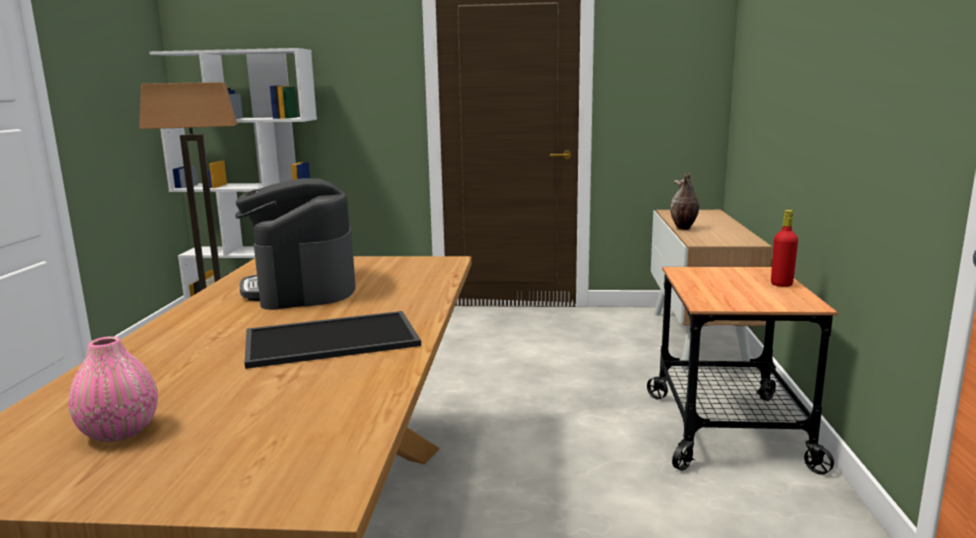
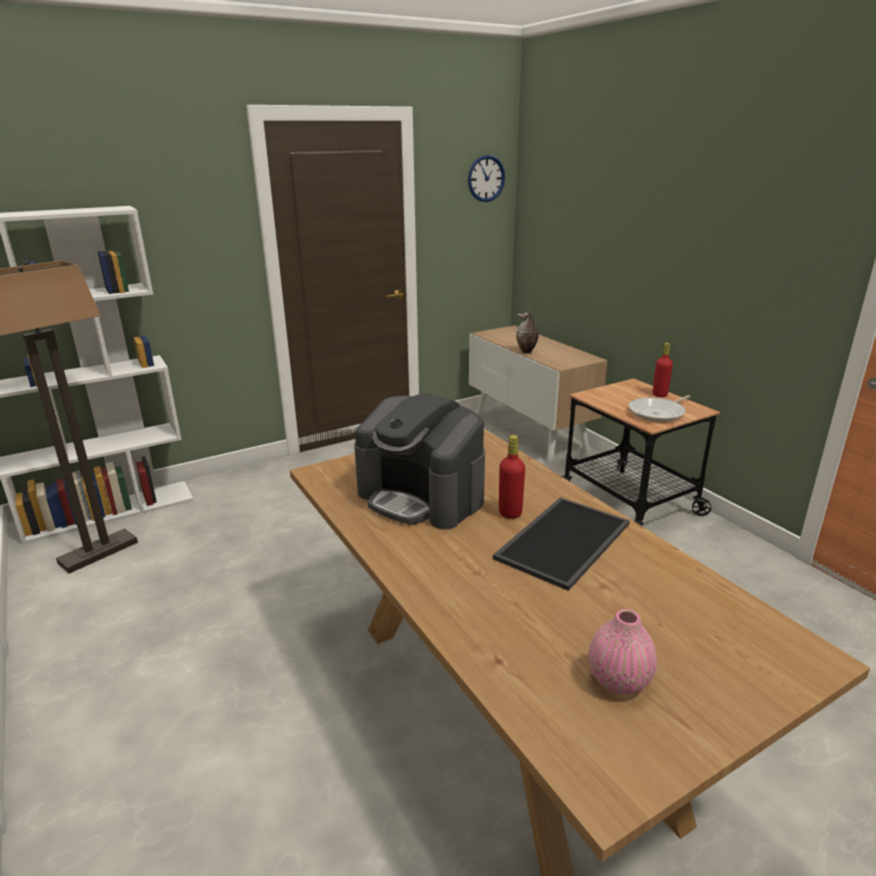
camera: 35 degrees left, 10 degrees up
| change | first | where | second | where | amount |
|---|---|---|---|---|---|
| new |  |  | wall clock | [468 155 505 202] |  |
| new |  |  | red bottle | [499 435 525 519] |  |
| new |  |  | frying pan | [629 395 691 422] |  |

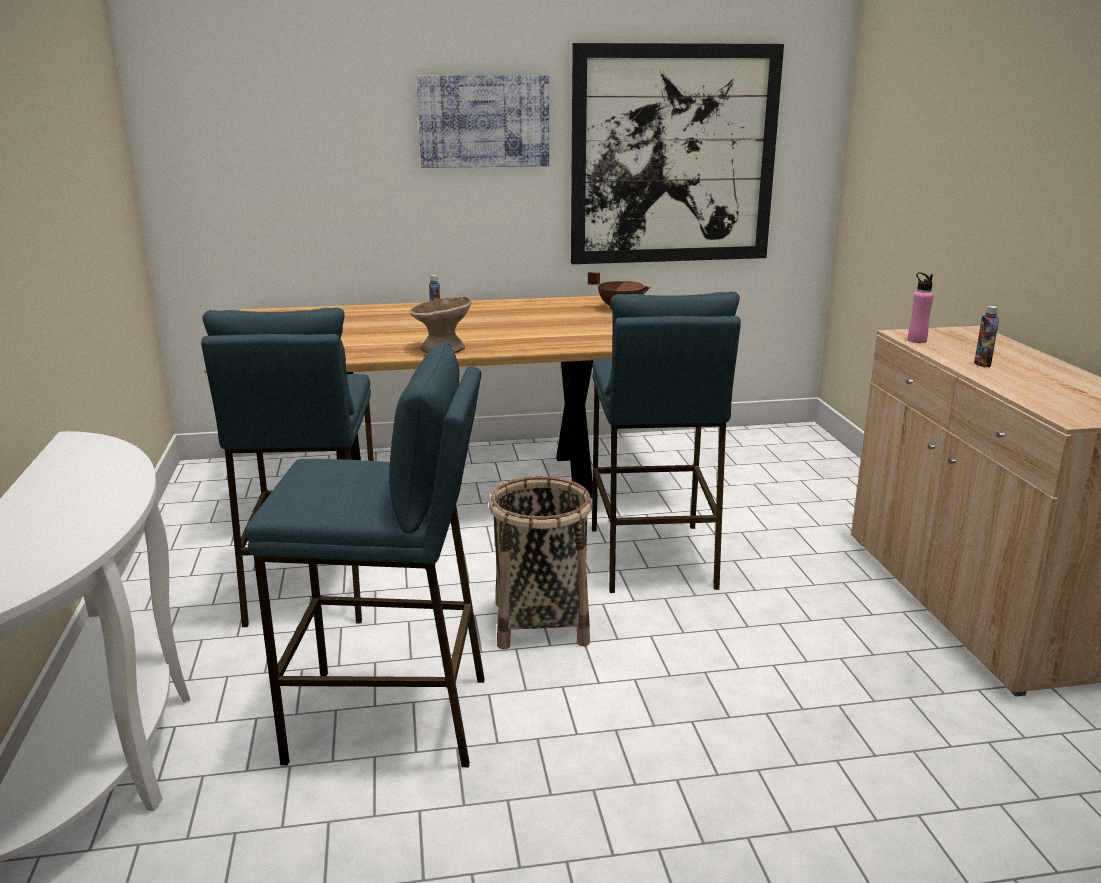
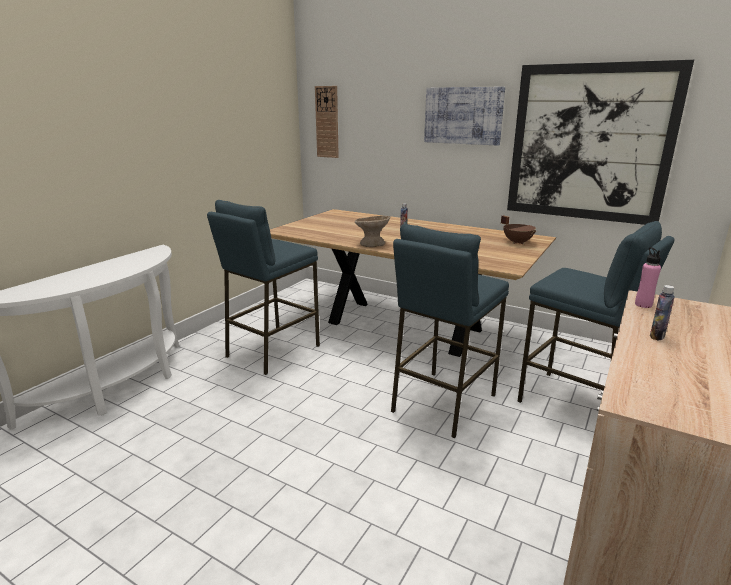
camera: 40 degrees right, 0 degrees up
| change | first | where | second | where | amount |
|---|---|---|---|---|---|
| gone | basket | [489 476 592 650] |  |  |  |
| new |  |  | wall clock | [315 86 339 158] |  |
| shifted | blue stool | [246 342 485 767] |  | [517 221 675 403] |  |

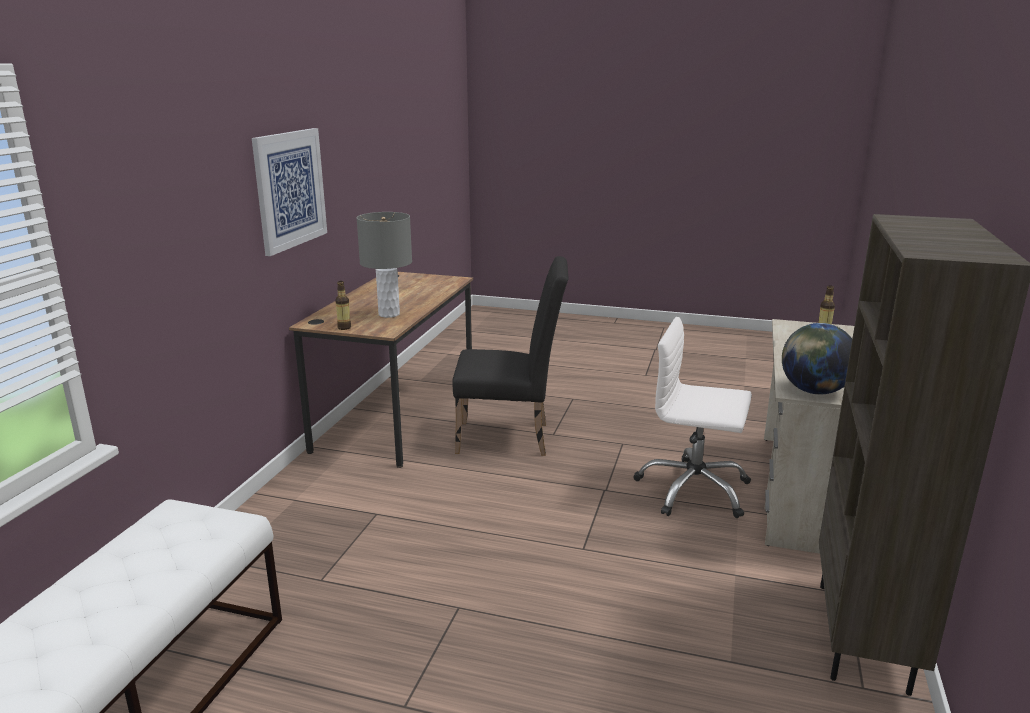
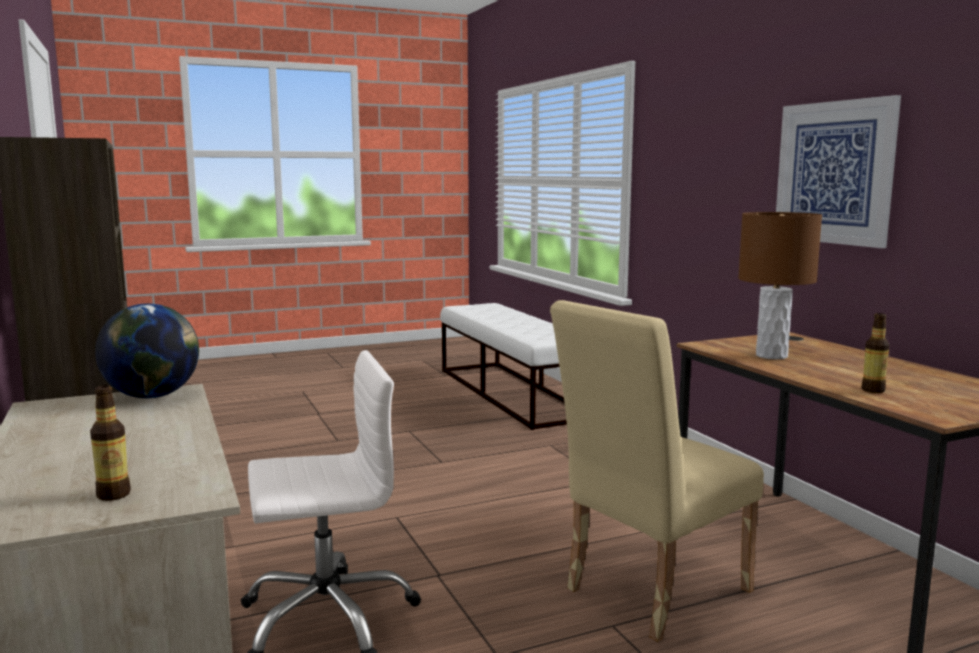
camera: 140 degrees right, 10 degrees down
| change | first | where | second | where | amount |
|---|---|---|---|---|---|
| shifted | bottle | [335 281 351 330] |  | [861 313 889 393] |  |
| repainted | grey table lamp | [356 212 412 318] | brown table lamp | [738 212 822 359] |  |
| repainted | black chair | [453 256 568 456] | beige chair | [550 300 764 642] |  |

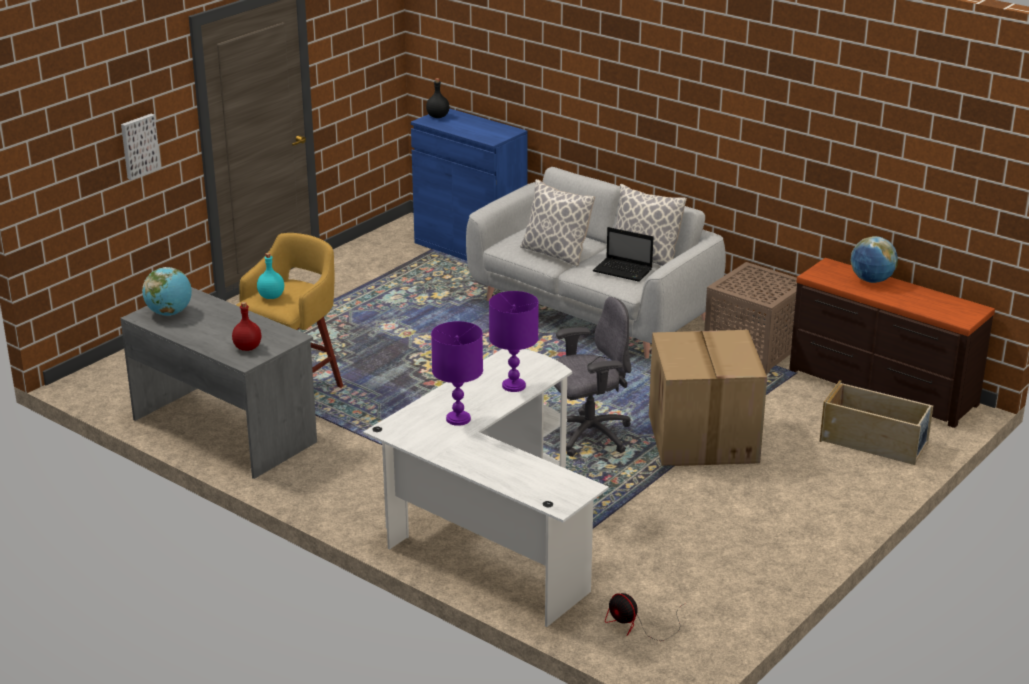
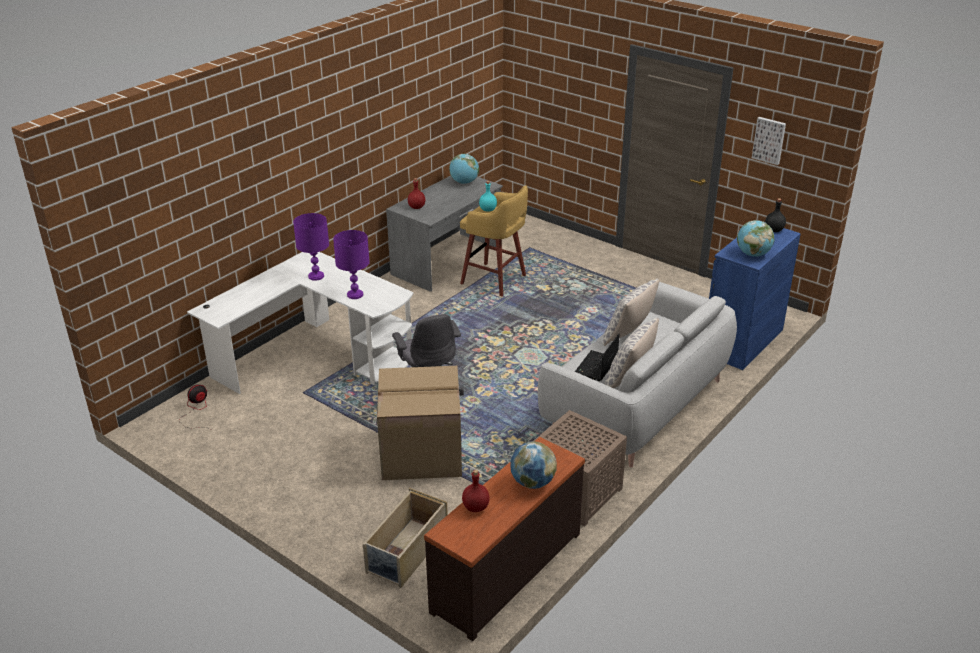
camera: 90 degrees right, 5 degrees up
| change | first | where | second | where | amount |
|---|---|---|---|---|---|
| new |  |  | red bottle | [462 470 490 512] |  |
| new |  |  | globe | [737 220 775 257] |  |
| shifted | picture | [121 114 161 180] |  | [752 117 786 165] |  |

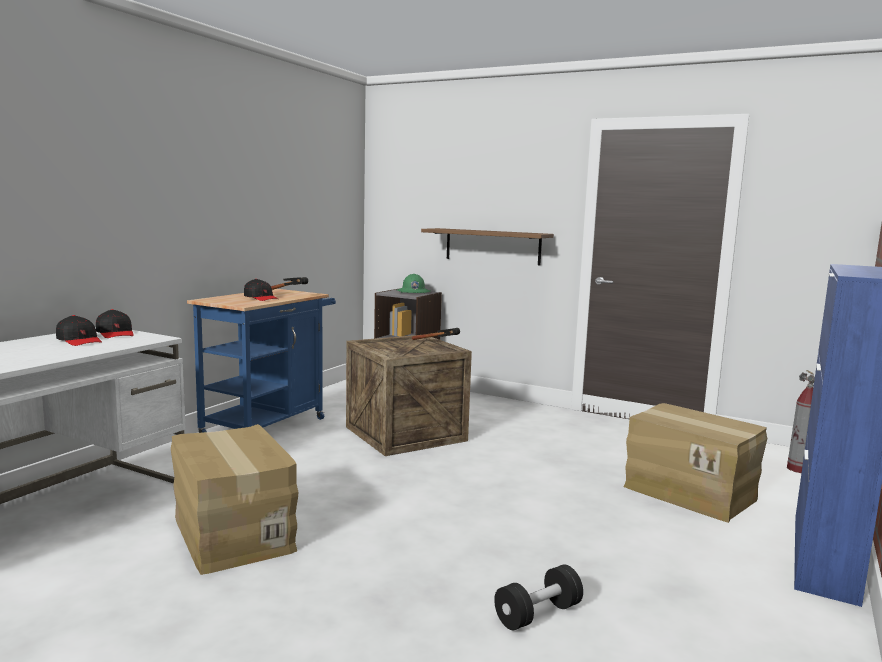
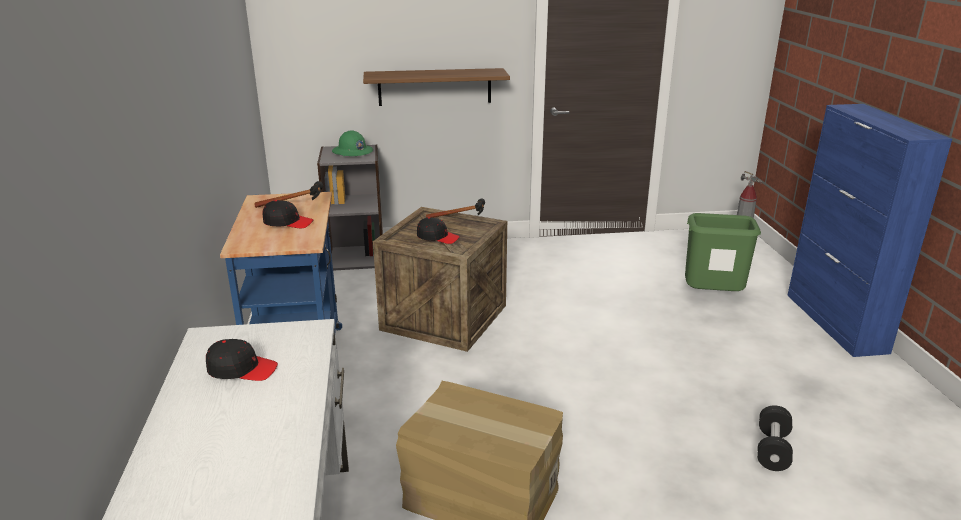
camera: 35 degrees left, 15 degrees up
| change | first | where | second | where | amount |
|---|---|---|---|---|---|
| shifted | black cap | [96 309 133 338] |  | [417 217 460 244] |  |
| swapped | cardboard box | [624 403 767 523] | green trash can | [685 213 761 291] |  |

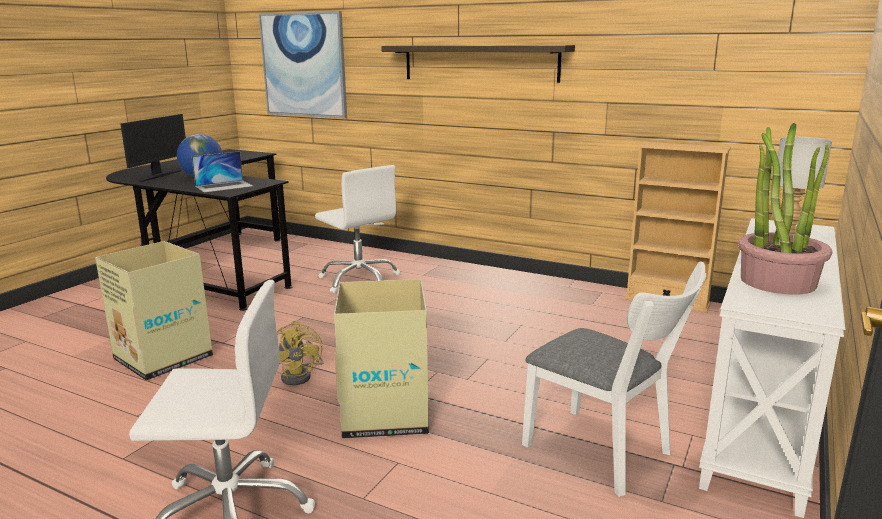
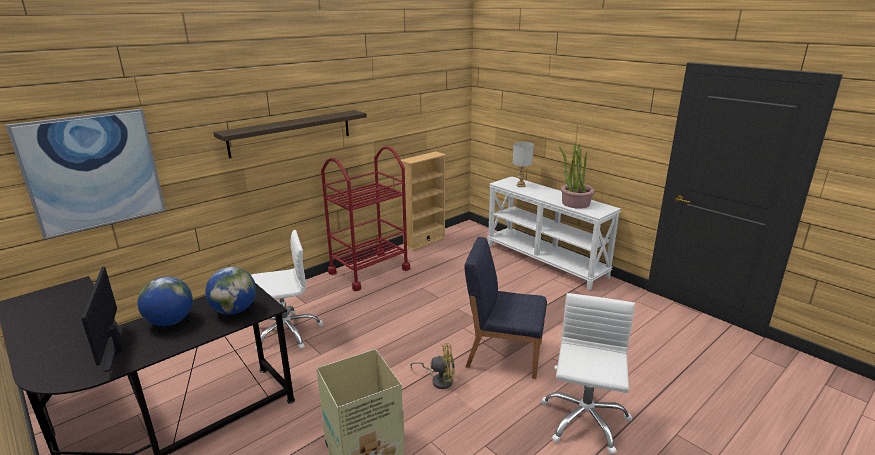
camera: 70 degrees left, 5 degrees up
| change | first | where | second | where | amount |
|---|---|---|---|---|---|
| gone | white chair | [522 261 706 497] |  |  |  |
| new |  |  | red cart | [321 146 410 291] |  |
| swapped | laptop | [192 151 253 192] | globe | [205 267 256 315] |  |
| swapped | cardboard box | [334 279 429 439] | blue chair | [464 237 547 379] |  |
| rotated | monitor | [120 114 186 182] |  | [81 267 123 372] | 150 degrees counterclockwise |

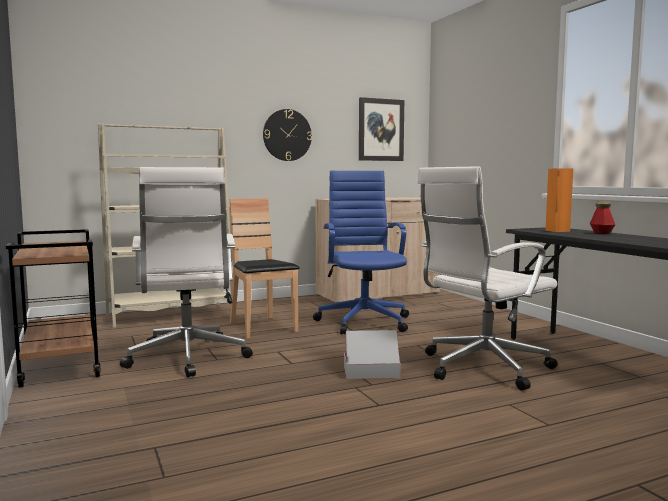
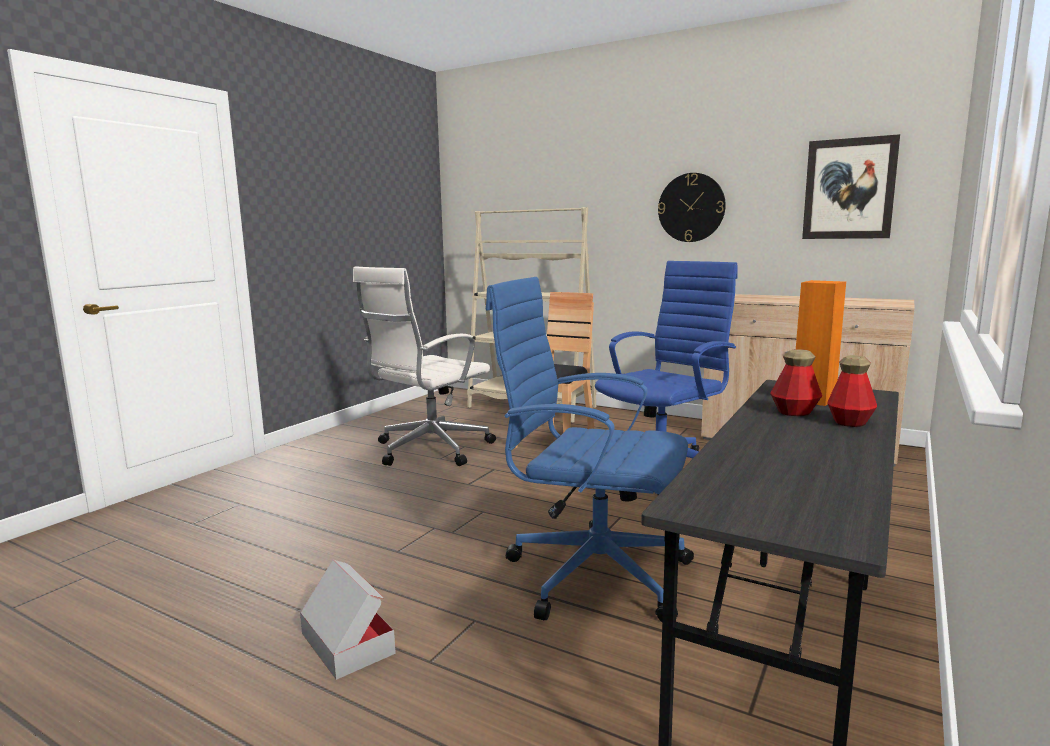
camera: 55 degrees right, 5 degrees up
| change | first | where | second | where | amount |
|---|---|---|---|---|---|
| gone | brown cart | [6 229 100 388] |  |  |  |
| new |  |  | bottle | [770 349 822 416] |  |
| shifted | cardboard box | [344 330 401 379] |  | [300 560 396 680] |  |
| repainted | white office chair | [418 166 558 391] | blue office chair | [486 277 694 622] |  |

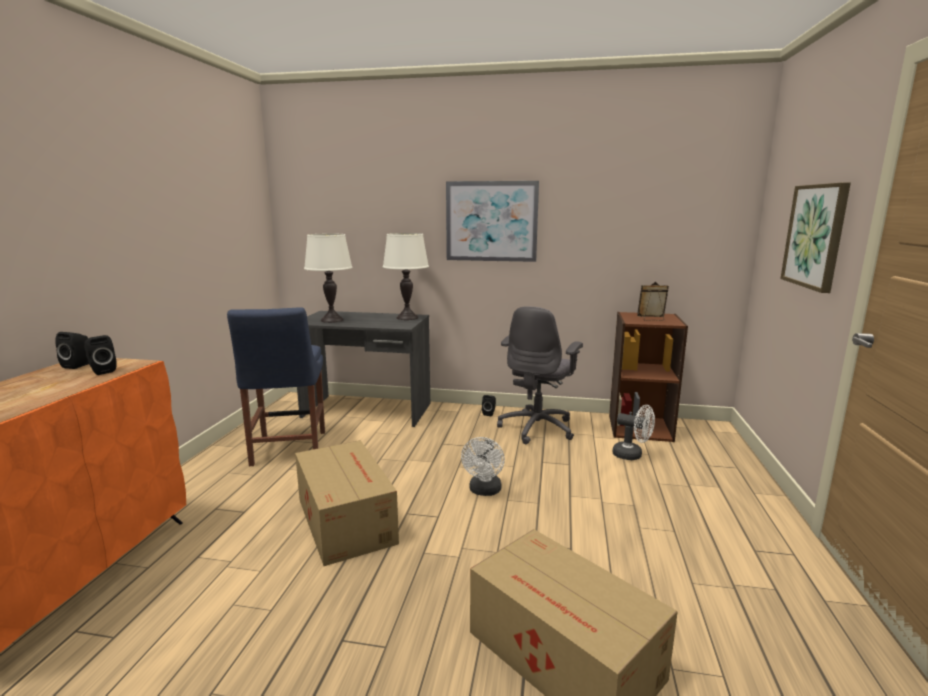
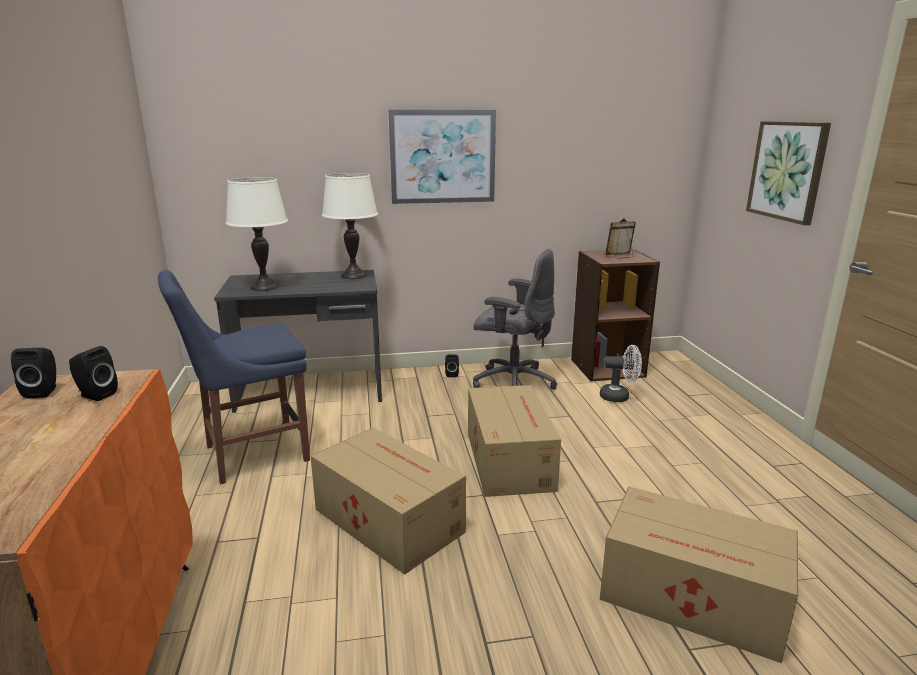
camera: 20 degrees left, 5 degrees up
| change | first | where | second | where | amount |
|---|---|---|---|---|---|
| swapped | white fan | [461 437 505 496] | cardboard box | [468 385 561 497] |  |
| rotated | blue chair | [227 307 325 466] |  | [158 270 310 484] | 90 degrees clockwise |
| rotated | grey office chair | [497 306 583 444] |  | [473 249 557 390] | 75 degrees counterclockwise |

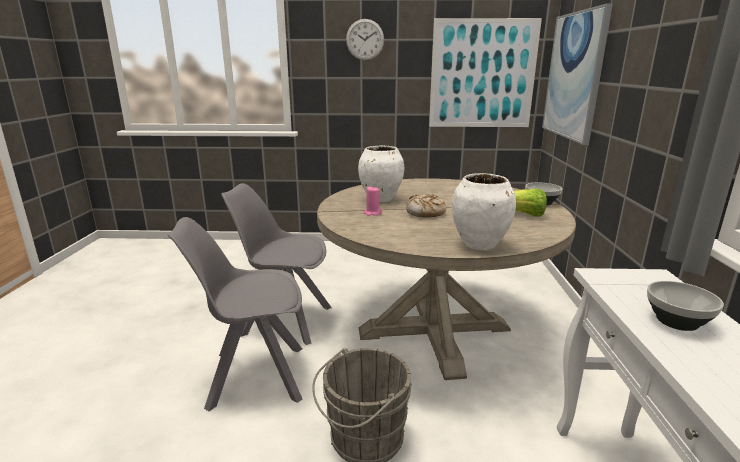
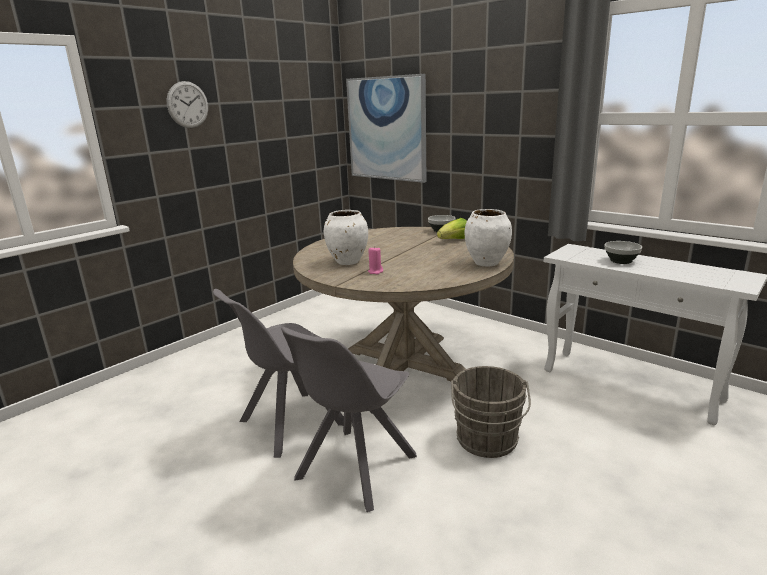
camera: 50 degrees left, 0 degrees up
| change | first | where | second | where | amount |
|---|---|---|---|---|---|
| gone | bread | [406 194 446 218] |  |  |  |
| gone | picture | [429 18 542 127] |  |  |  |

